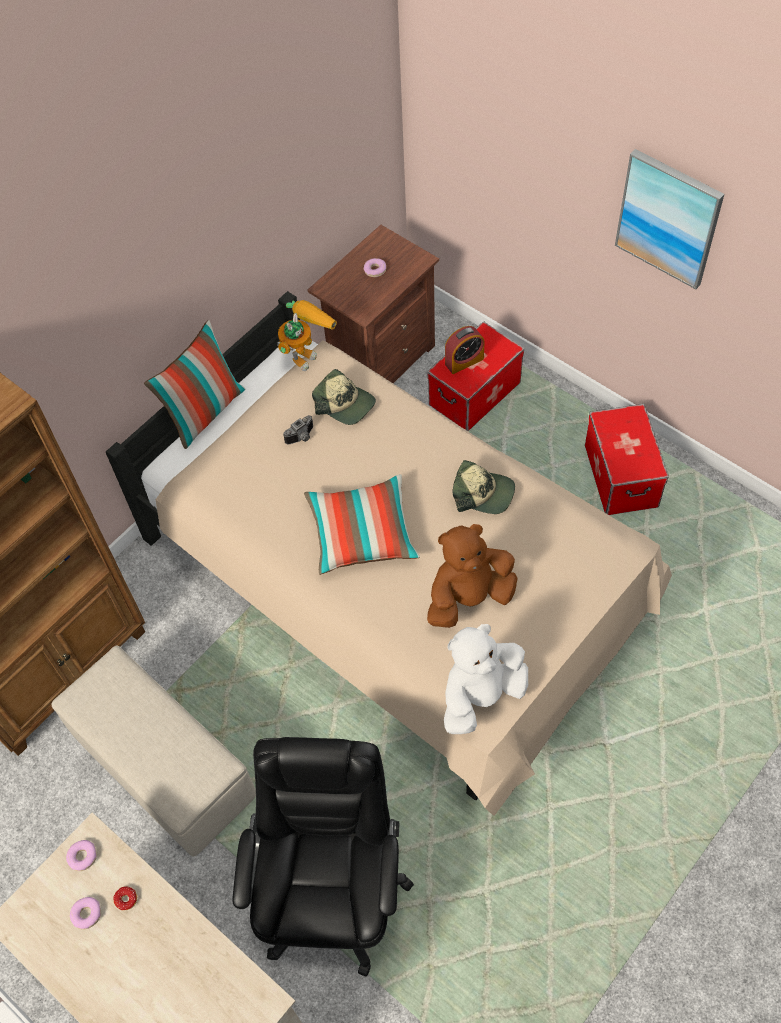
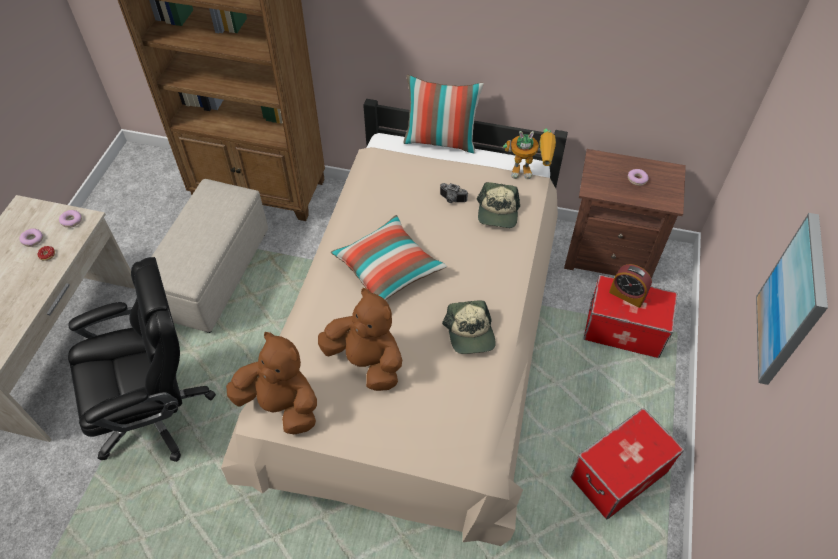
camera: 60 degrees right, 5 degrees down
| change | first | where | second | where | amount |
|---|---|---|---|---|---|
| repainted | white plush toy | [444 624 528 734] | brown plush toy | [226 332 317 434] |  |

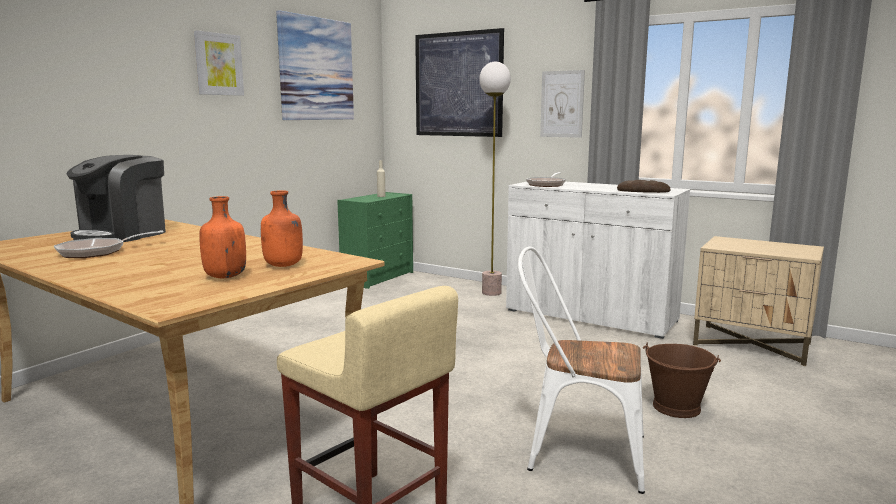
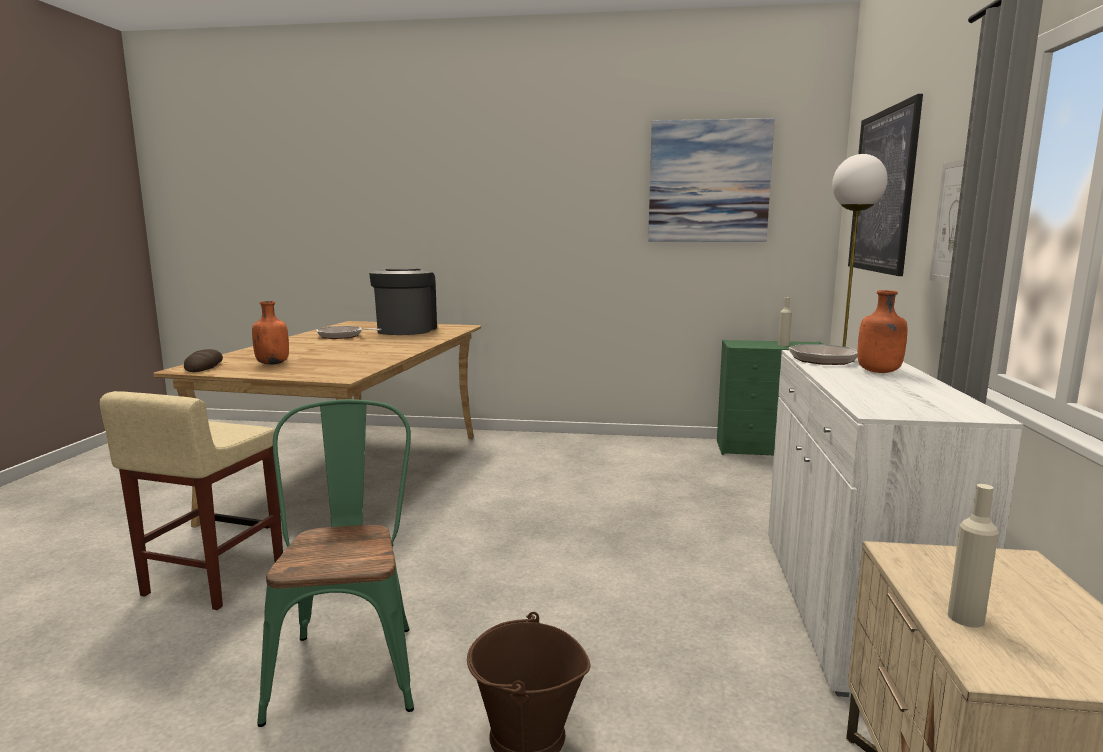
camera: 65 degrees right, 0 degrees up
| change | first | where | second | where | amount |
|---|---|---|---|---|---|
| gone | picture | [194 30 244 96] |  |  |  |
| new |  |  | beige bottle | [947 484 998 627] |  |
| shifted | orange bottle | [261 190 303 267] |  | [858 290 907 373] |  |
| shifted | bread | [617 180 670 193] |  | [184 349 223 372] |  |
| repainted | white chair | [518 247 645 494] | green chair | [257 399 414 727] |  |
| rotated | coffee machine | [67 155 166 242] |  | [369 269 437 335] | 90 degrees clockwise |

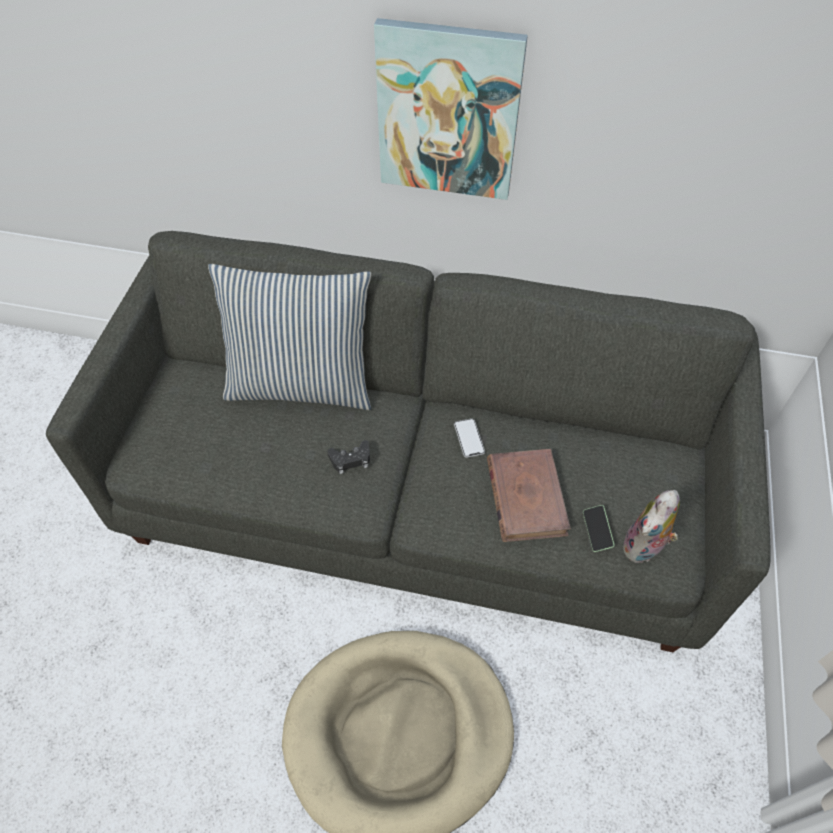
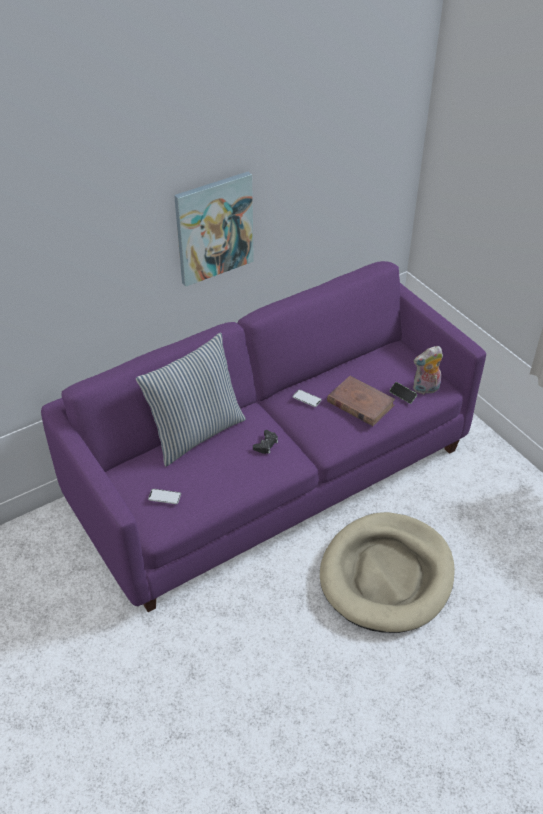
camera: 45 degrees left, 10 degrees down
| change | first | where | second | where | amount |
|---|---|---|---|---|---|
| new |  |  | phone | [148 489 181 504] |  |
| repainted | grey sofa | [46 231 771 652] | purple sofa | [41 261 486 612] |  |
| rotated | plush toy | [623 490 680 563] |  | [413 346 443 395] | 75 degrees clockwise |

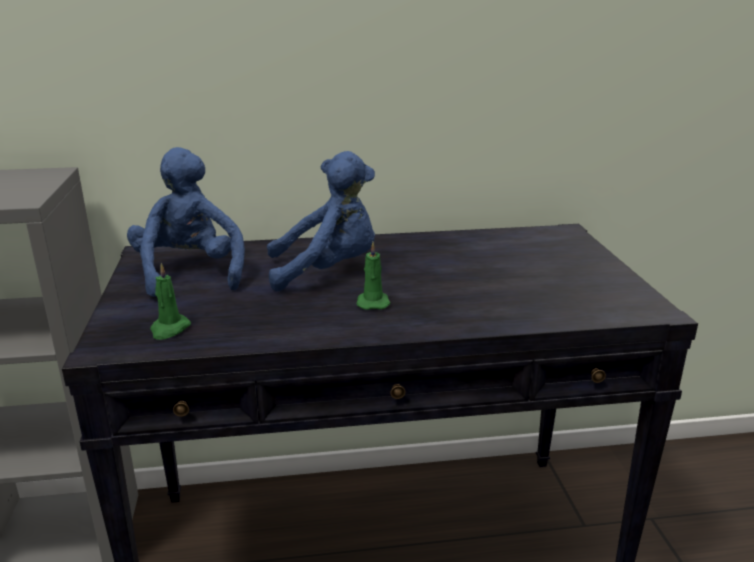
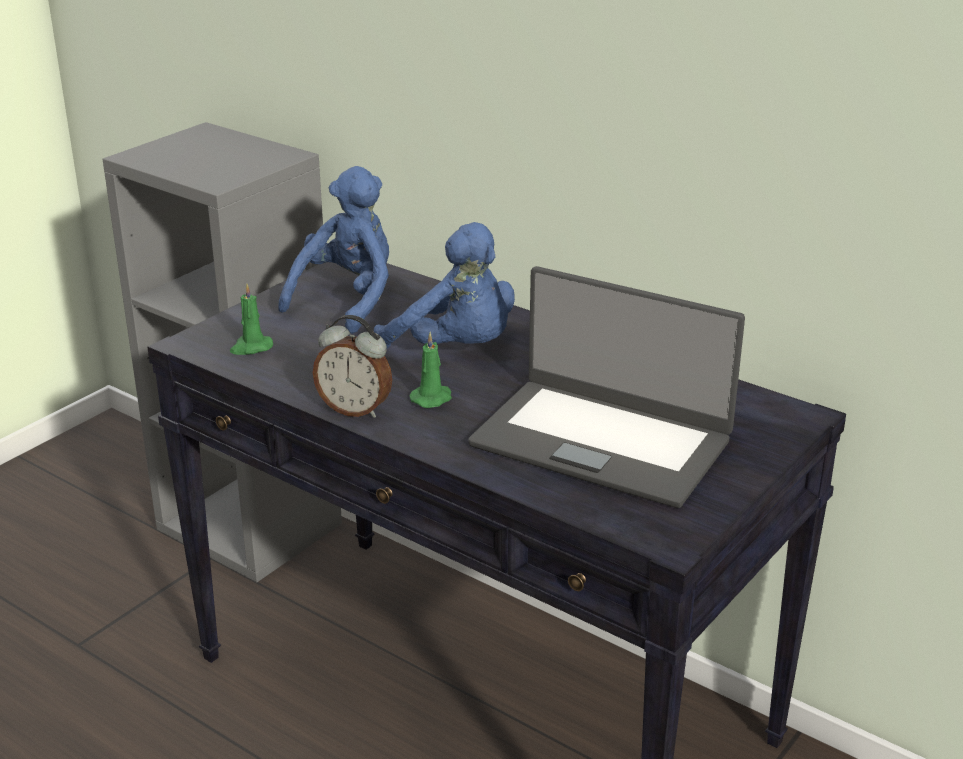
camera: 45 degrees right, 5 degrees up
| change | first | where | second | where | amount |
|---|---|---|---|---|---|
| new |  |  | alarm clock | [313 315 392 418] |  |
| new |  |  | laptop | [468 266 745 508] |  |

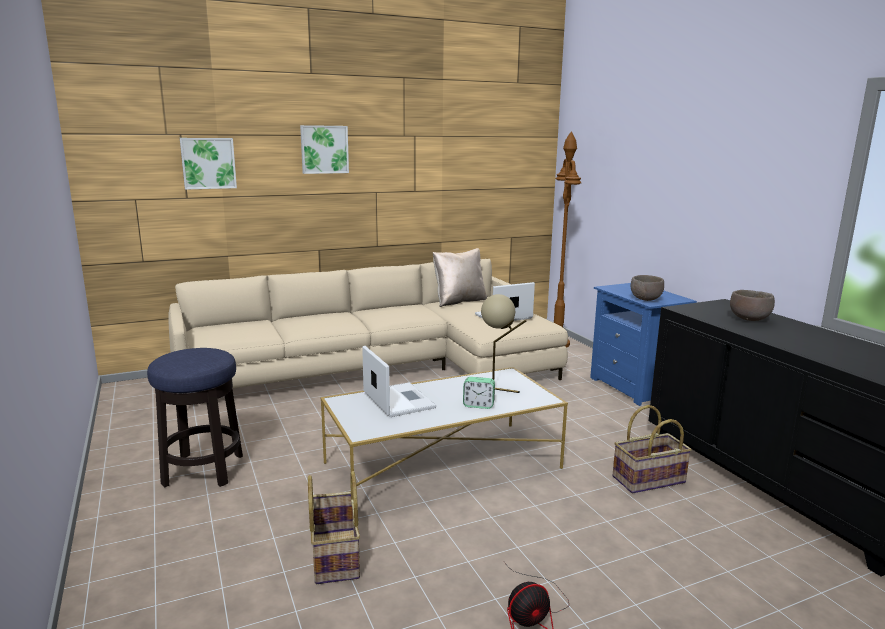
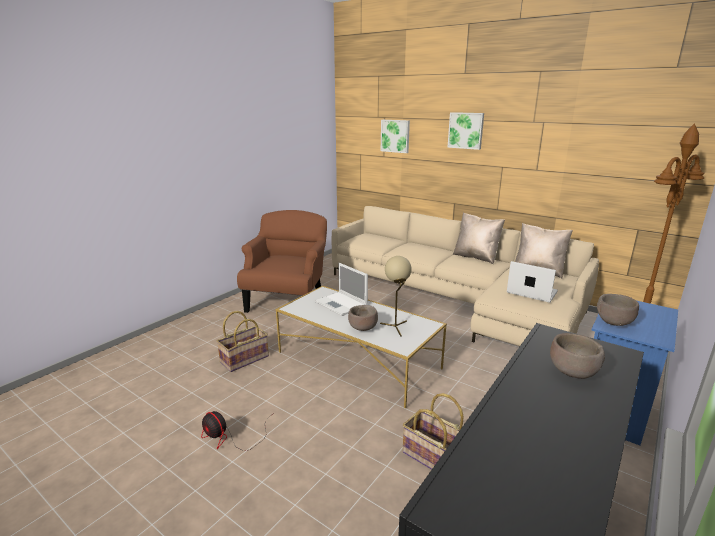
camera: 60 degrees right, 5 degrees up
| change | first | where | second | where | amount |
|---|---|---|---|---|---|
| new |  |  | beige pillow | [453 212 505 264] |  |
| swapped | stool | [147 348 243 487] | brown armchair | [237 210 327 313] |  |
| swapped | alarm clock | [463 377 495 409] | brown bowl | [348 305 378 331] |  |
| rotated | laptop | [362 346 436 417] |  | [314 263 368 316] | 105 degrees clockwise |

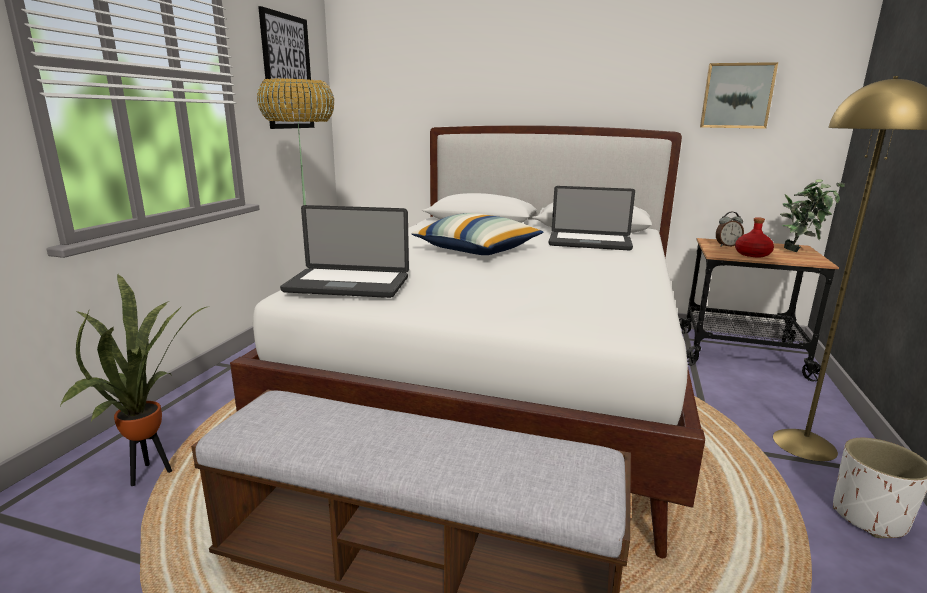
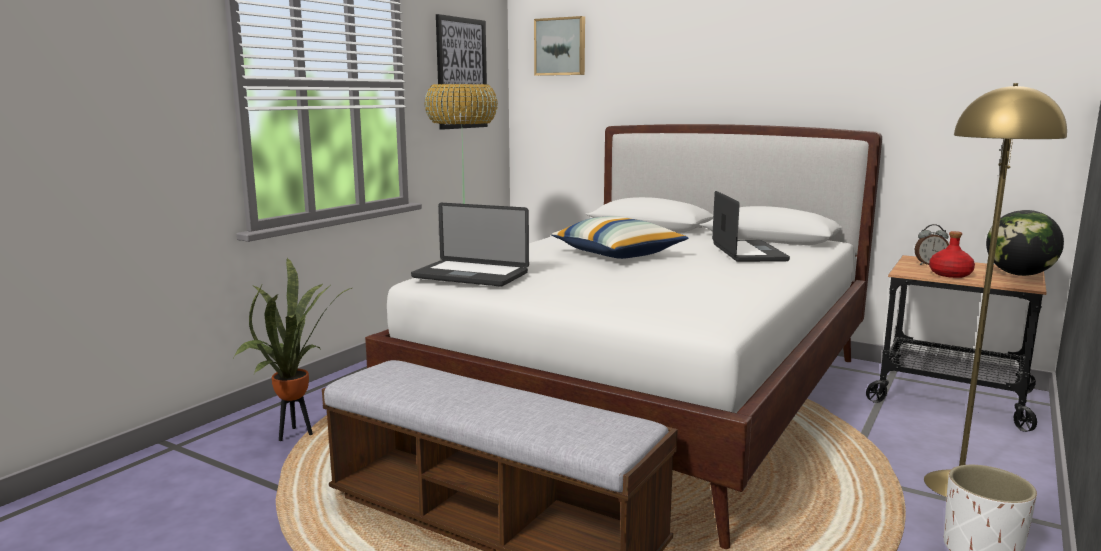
camera: 15 degrees right, 5 degrees down
| change | first | where | second | where | amount |
|---|---|---|---|---|---|
| shifted | picture | [700 62 778 129] |  | [534 16 585 76] |  |
| swapped | potted plant | [780 179 845 252] | globe | [986 210 1064 276] |  |
| rotated | laptop | [549 186 635 250] |  | [712 191 790 262] | 120 degrees counterclockwise |

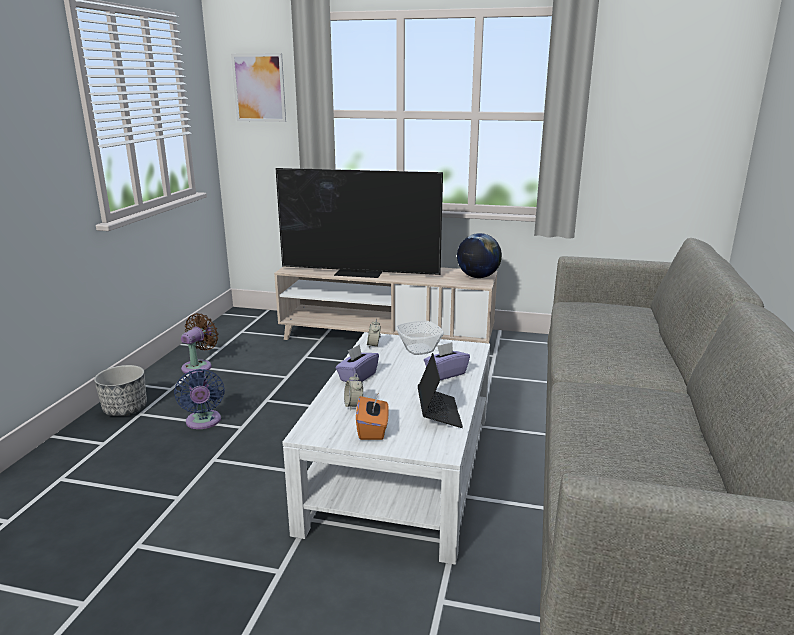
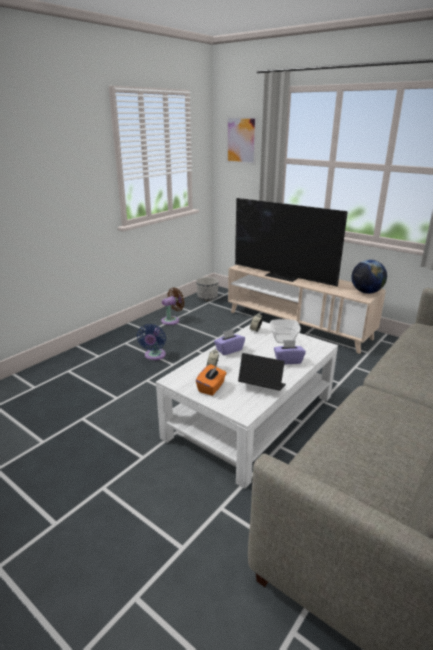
camera: 25 degrees right, 5 degrees up
| change | first | where | second | where | amount |
|---|---|---|---|---|---|
| shifted | planter | [94 365 147 416] |  | [196 277 219 301] |  |
| rotated | laptop | [418 353 463 428] |  | [238 353 286 391] | 90 degrees counterclockwise |

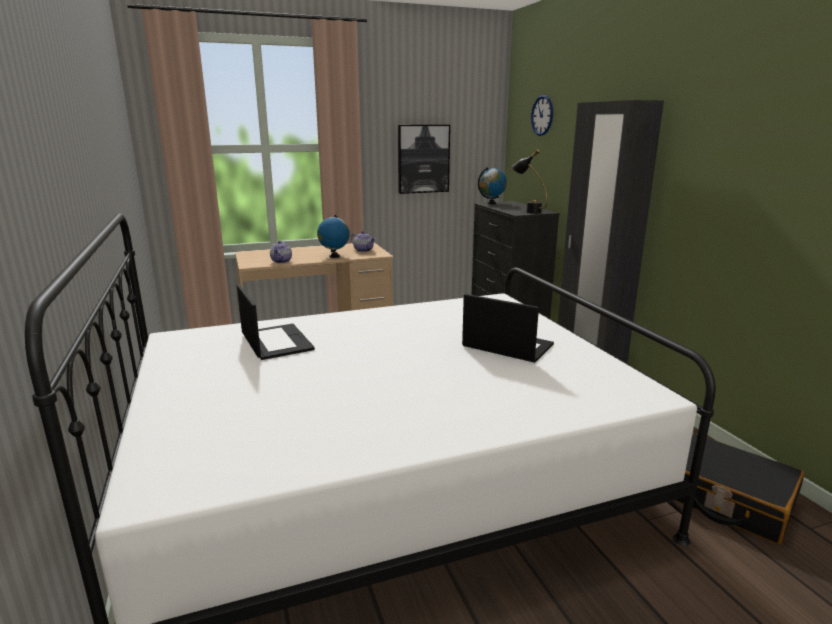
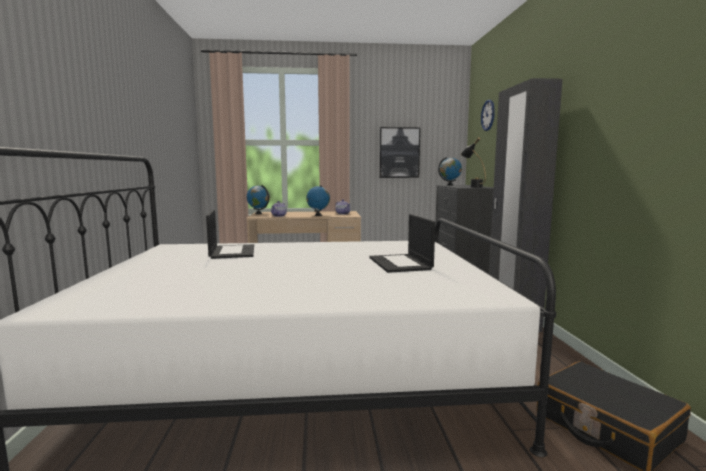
camera: 15 degrees right, 10 degrees down
| change | first | where | second | where | amount |
|---|---|---|---|---|---|
| new |  |  | globe | [246 185 270 214] |  |
| rotated | laptop | [462 294 554 363] |  | [369 214 435 273] | 150 degrees counterclockwise |

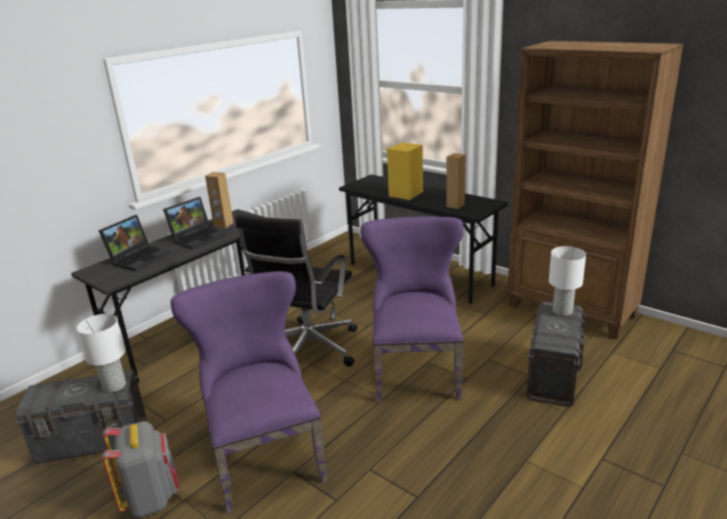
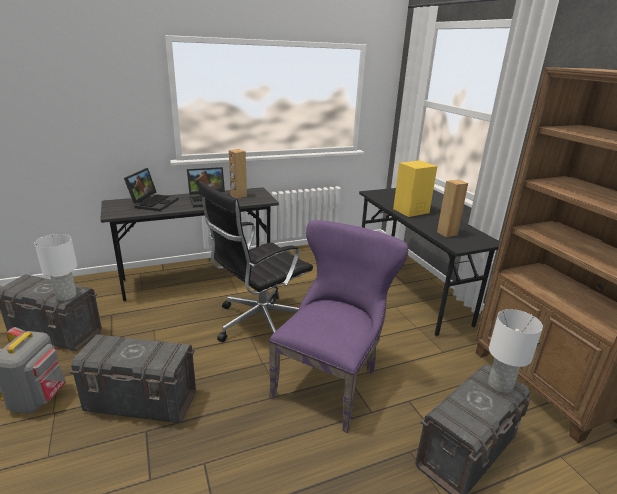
camera: 25 degrees right, 0 degrees up
| change | first | where | second | where | amount |
|---|---|---|---|---|---|
| swapped | purple chair | [170 271 328 514] | grey storage box | [70 334 196 423] |  |
| rotated | laptop | [98 215 170 271] |  | [124 168 179 211] | 45 degrees counterclockwise |

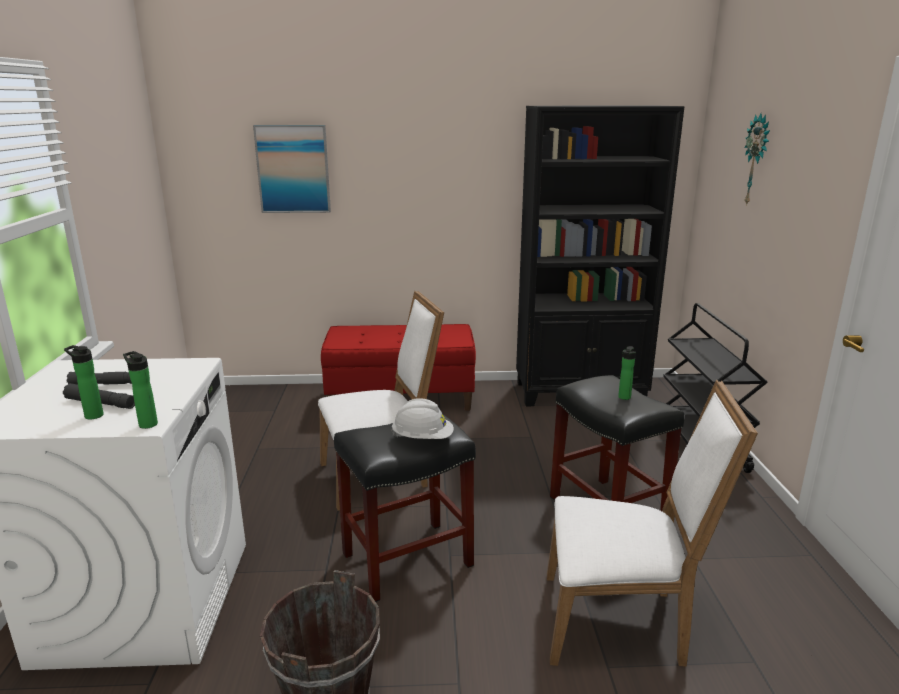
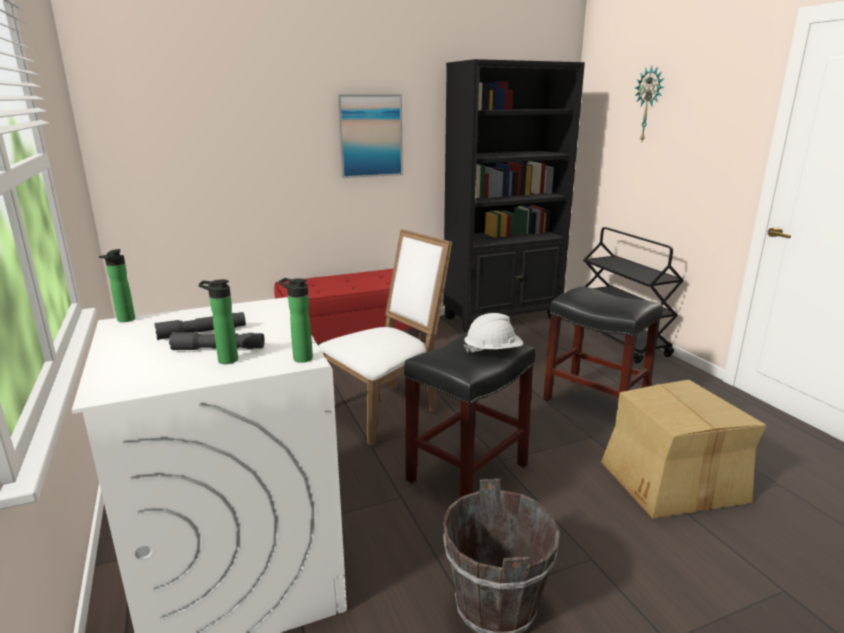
camera: 20 degrees left, 0 degrees up
| change | first | where | second | where | amount |
|---|---|---|---|---|---|
| shifted | picture | [253 125 331 213] |  | [338 94 403 178] |  |
| shifted | bottle | [618 346 636 400] |  | [99 249 135 322] |  |
| swapped | white chair | [547 380 758 667] | cardboard box | [601 379 767 518] |  |

